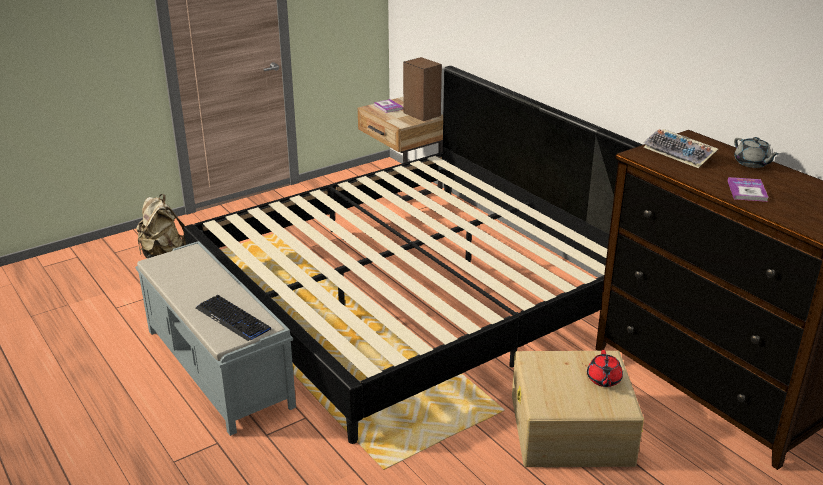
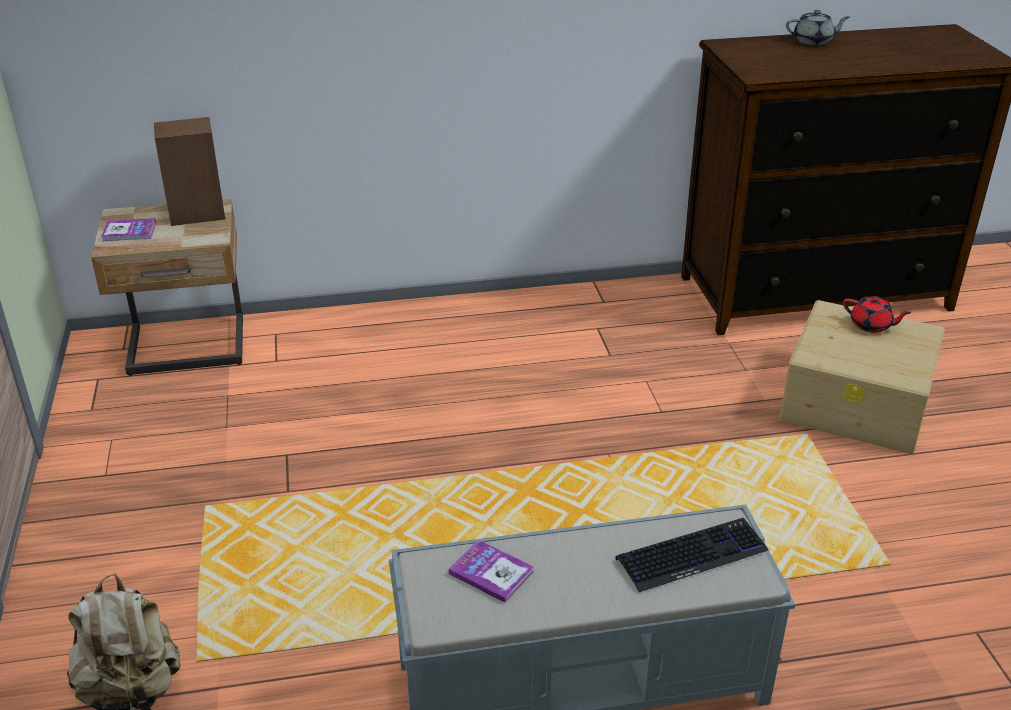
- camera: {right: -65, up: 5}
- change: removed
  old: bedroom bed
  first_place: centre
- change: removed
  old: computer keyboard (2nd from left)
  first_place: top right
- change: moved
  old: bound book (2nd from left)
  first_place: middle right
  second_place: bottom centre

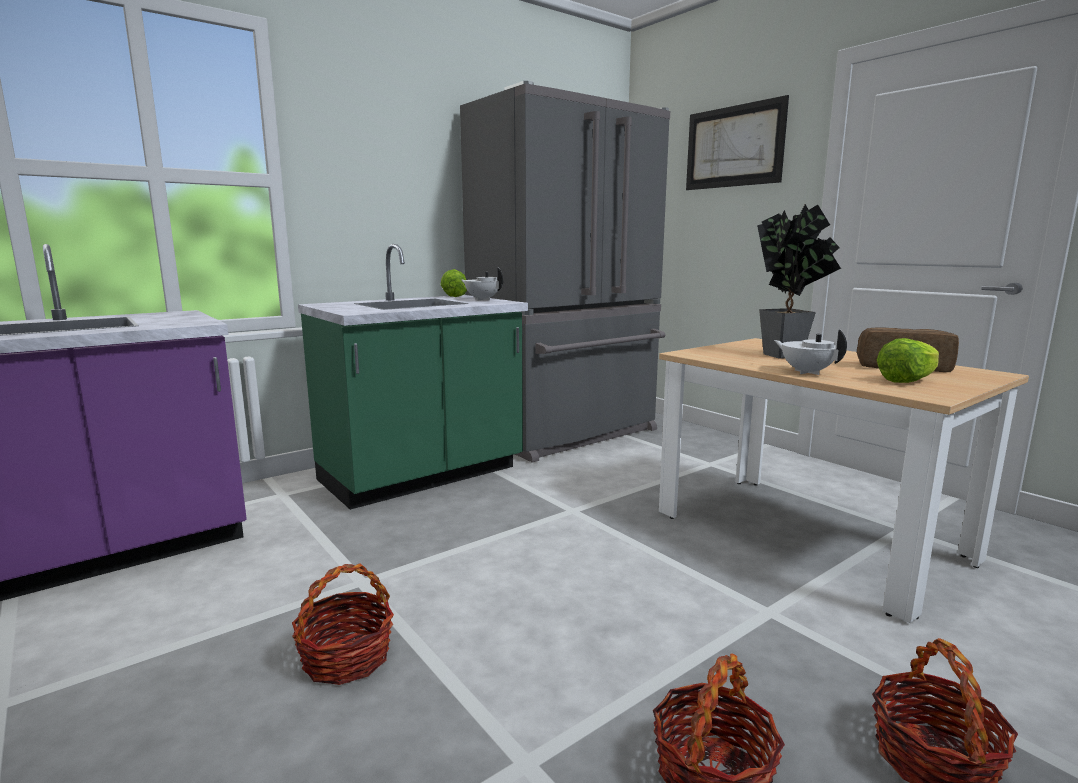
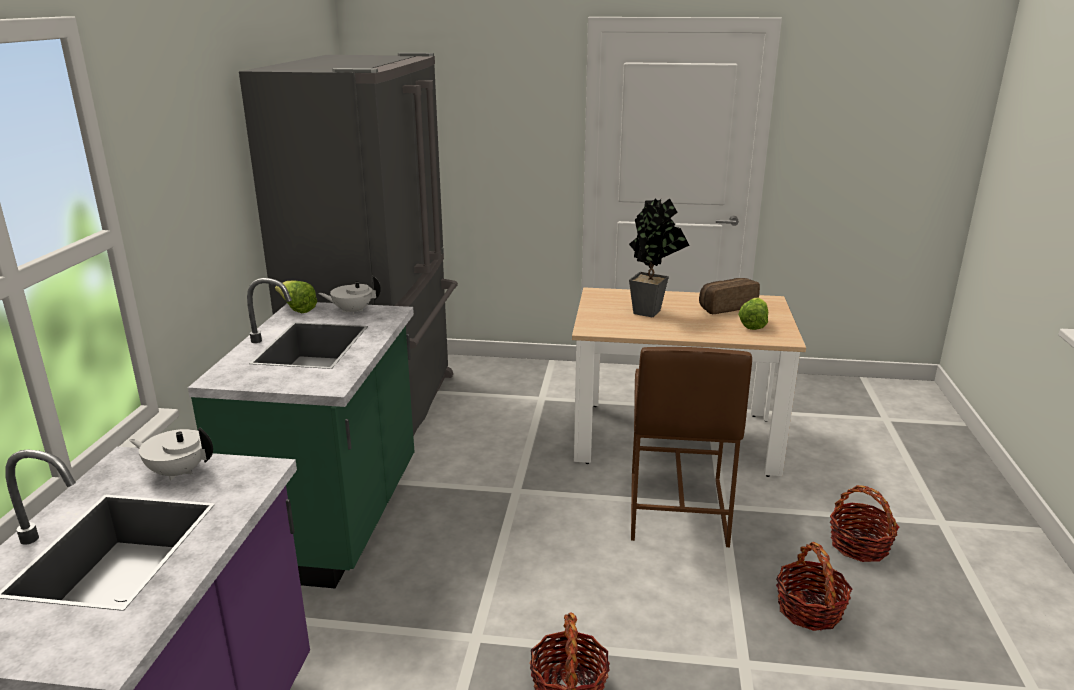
- camera: {right: -45, up: 10}
- change: removed
  old: wall picture
  first_place: top right
- change: added
  new: stool (brown-coloured)
  second_place: centre
- change: moved
  old: pot for tea (white-coloured) (2nd from left in the first image)
  new: pot for tea (white-coloured) (1st from left)
  first_place: middle right
  second_place: middle left

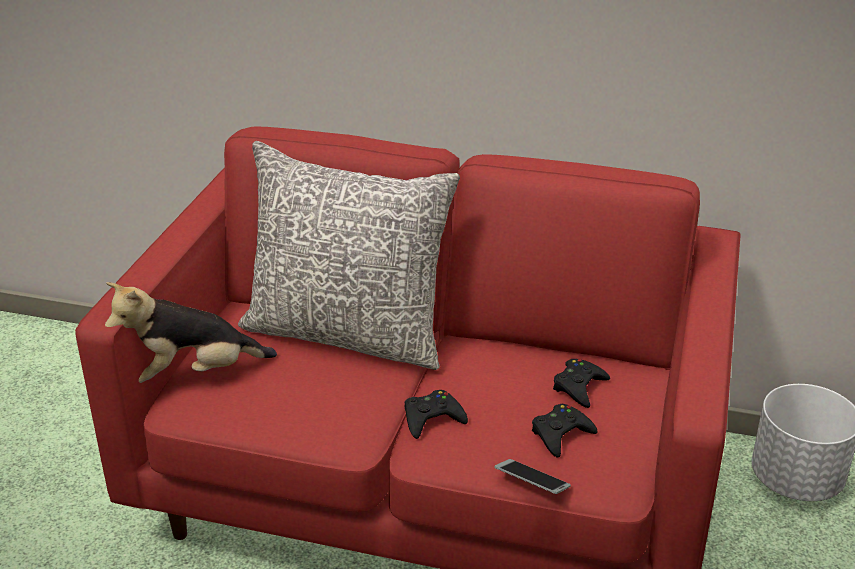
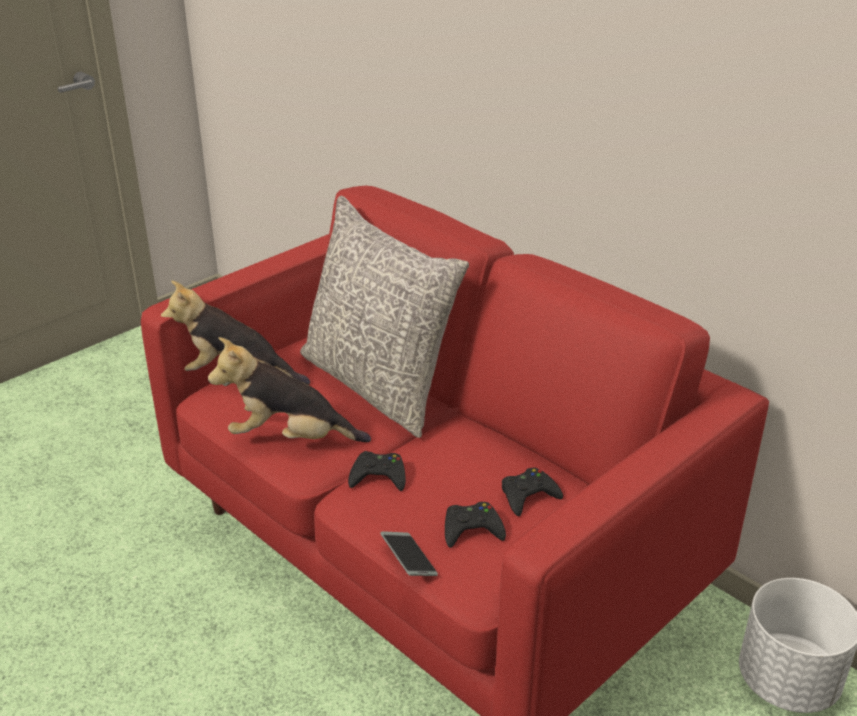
- camera: {right: 30, up: 0}
- change: added
  new: cuddly toy (2nd from left)
  second_place: centre

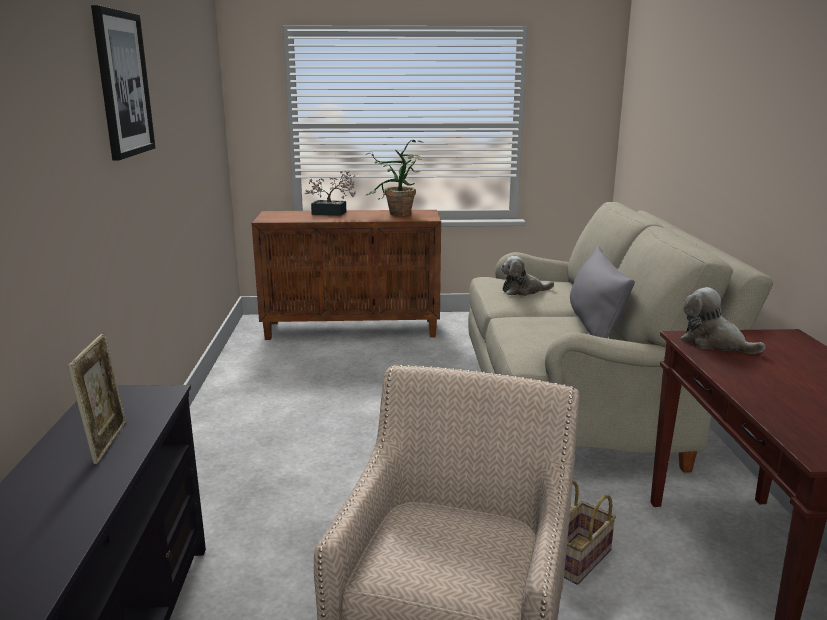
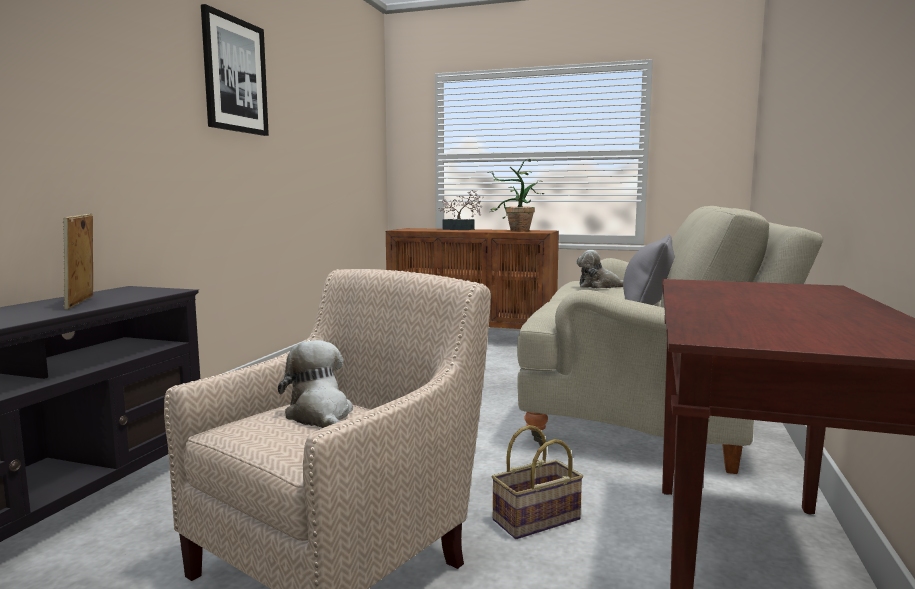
- camera: {right: 20, up: -10}
- change: moved
  old: cuddly toy (2nd from left in the first image)
  new: cuddly toy (1st from left)
  first_place: middle right
  second_place: centre
- change: turned
  old: photo frame
  first_place: middle left
  second_place: middle left
  degrees: 150

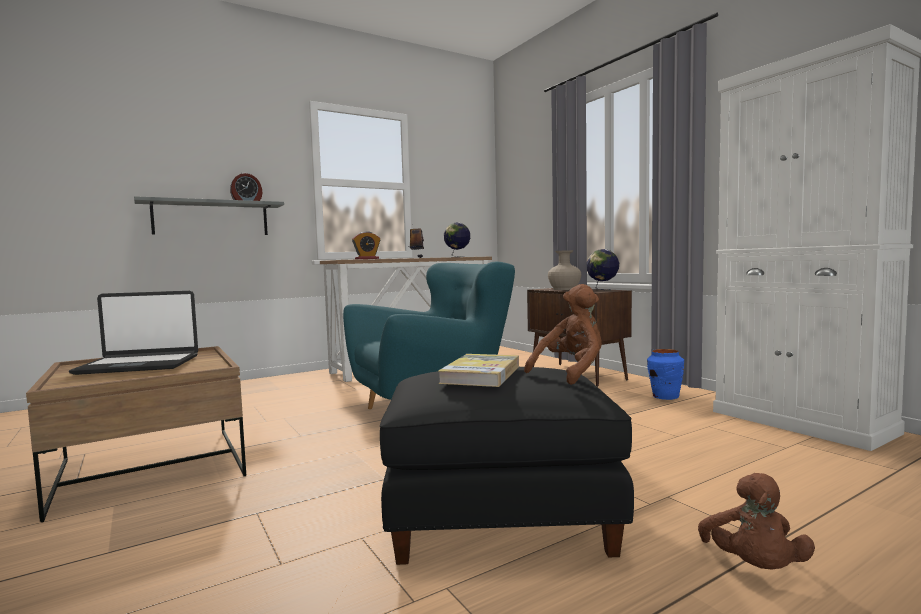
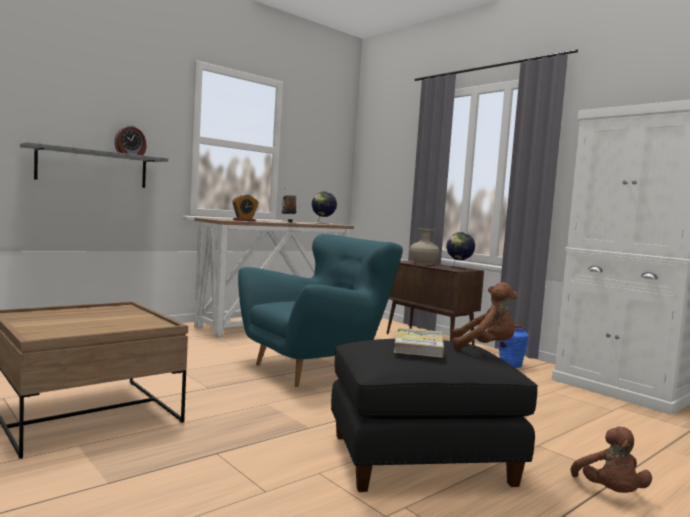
- camera: {right: -10, up: 0}
- change: removed
  old: portable computer
  first_place: middle left
- change: turned
  old: cuddly toy (brown-coloured) (1st from left)
  first_place: centre
  second_place: middle right
  degrees: 60

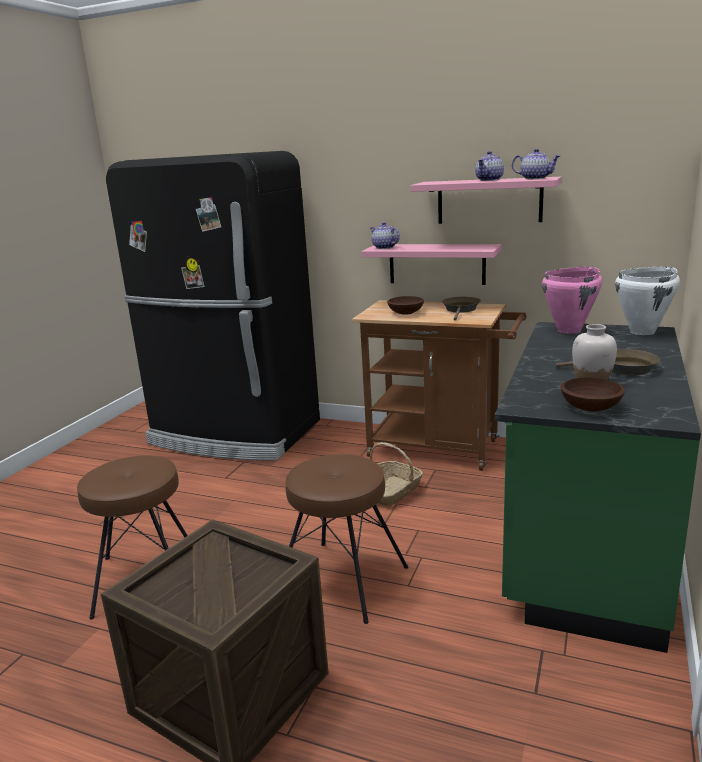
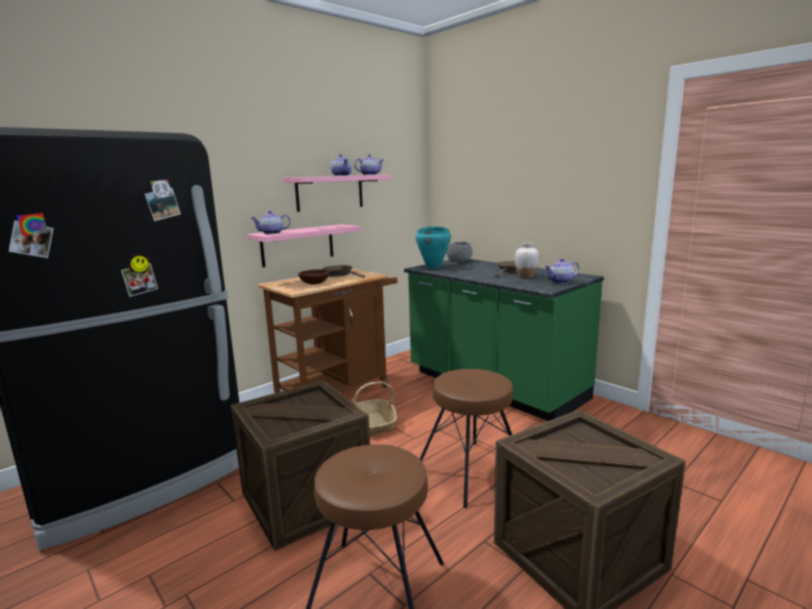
- camera: {right: -65, up: -5}
- change: added
  new: packing crate (1st from left)
  second_place: bottom centre
- change: replaced
  old: deep dish (brown-coloured) (2nd from left)
  new: pot for tea (4th from left)
  first_place: middle right
  second_place: middle right
- change: replaced
  old: cooking pot (white-coloured)
  new: deep dish (gray)
  first_place: middle right
  second_place: centre
- change: recoloured
  old: cooking pot (pink-coloured)
  new: cooking pot (turquoise-coloured)
  first_place: middle right
  second_place: centre

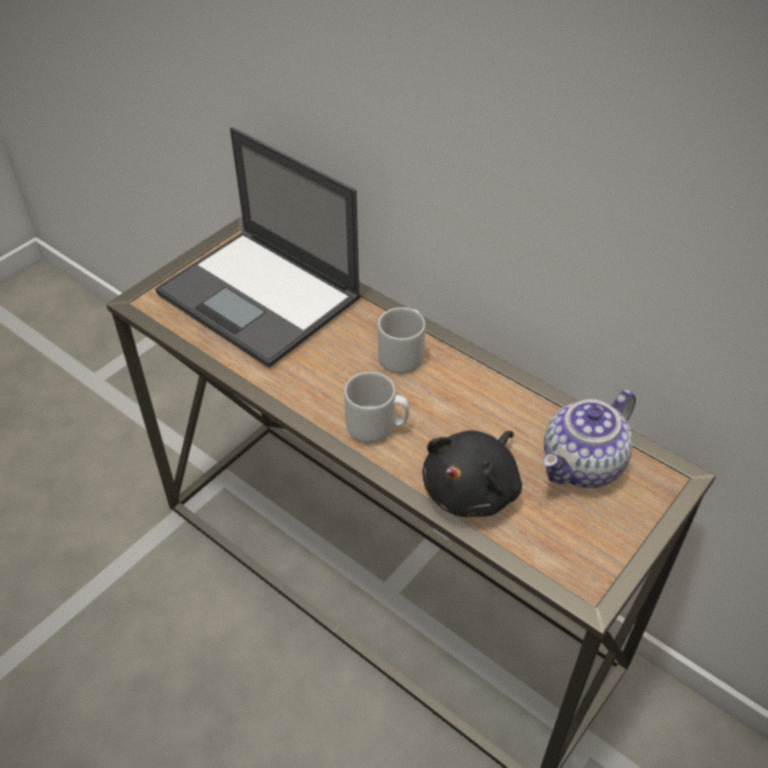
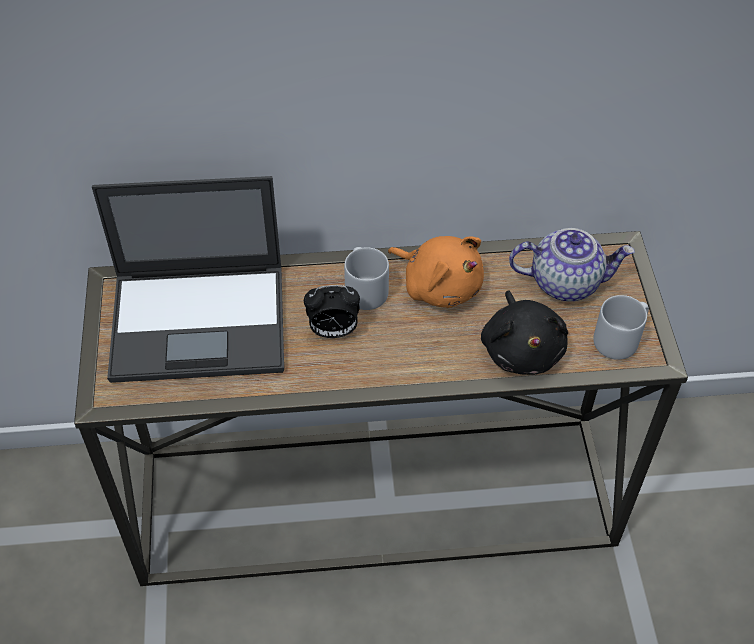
- camera: {right: -45, up: 5}
- change: added
  new: bedside clock
  second_place: centre
- change: added
  new: cuddly toy (orange)
  second_place: centre
- change: moved
  old: coffee mug (gray) (1st from left in the first image)
  new: coffee mug (gray) (2nd from left)
  first_place: centre
  second_place: middle right
- change: turned
  old: pot for tea
  first_place: middle right
  second_place: middle right
  degrees: -90

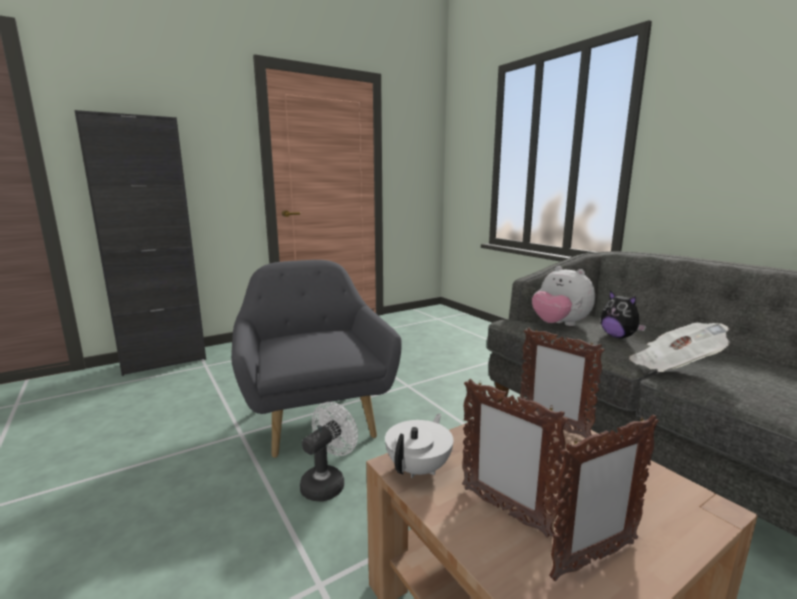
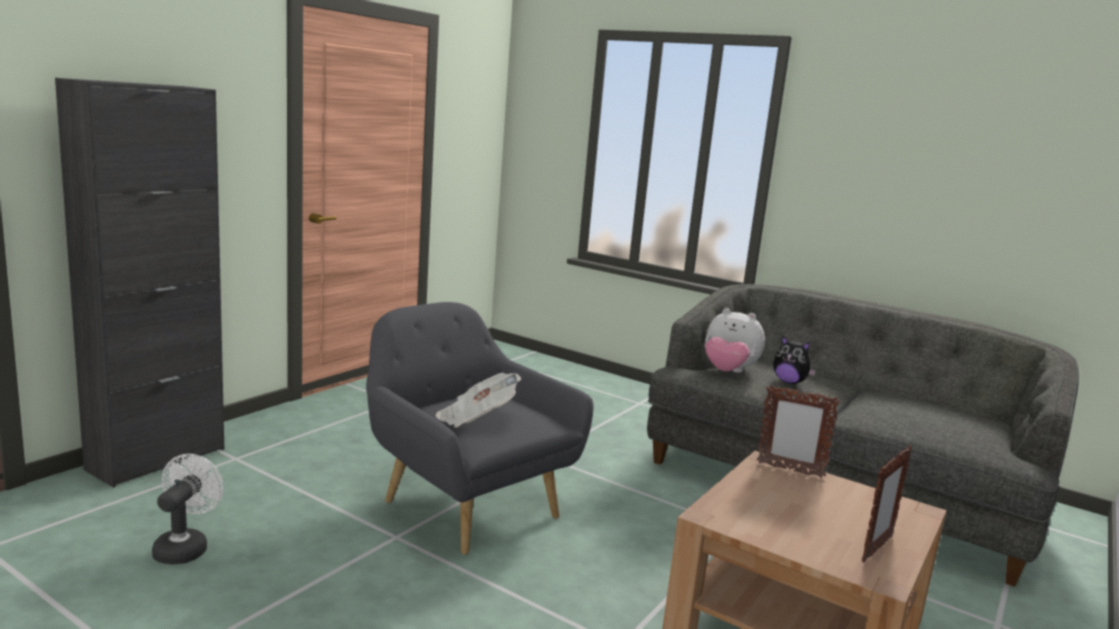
- camera: {right: -25, up: 0}
- change: removed
  old: pot for tea (white-coloured)
  first_place: bottom centre
- change: removed
  old: photo frame (1st from left)
  first_place: bottom centre
- change: moved
  old: cooling fan (white-coloured)
  first_place: bottom centre
  second_place: bottom left
- change: moved
  old: daily paper
  first_place: middle right
  second_place: centre

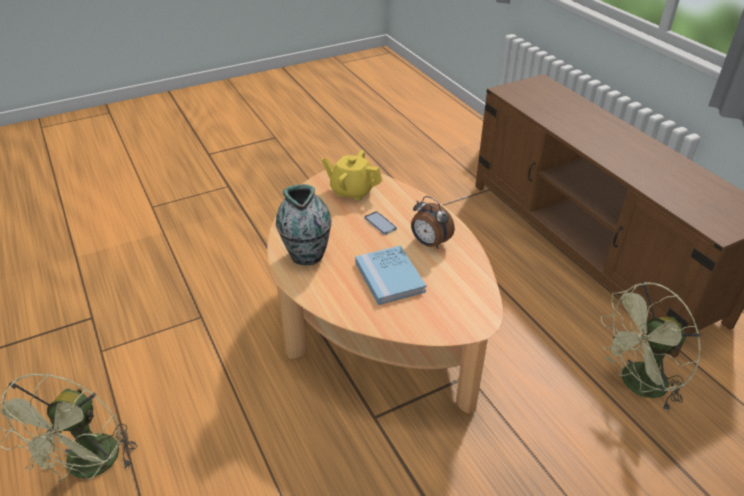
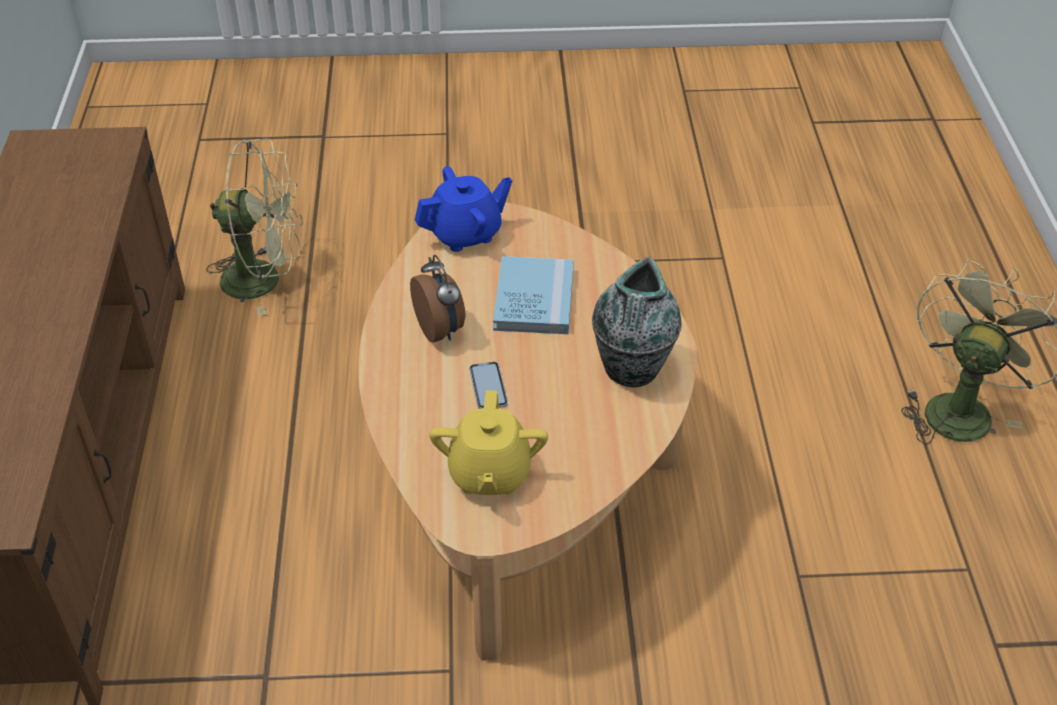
- camera: {right: -155, up: 5}
- change: added
  new: pot for tea (blue)
  second_place: top centre
- change: turned
  old: pot for tea (yellowish)
  first_place: centre
  second_place: centre
  degrees: 45

